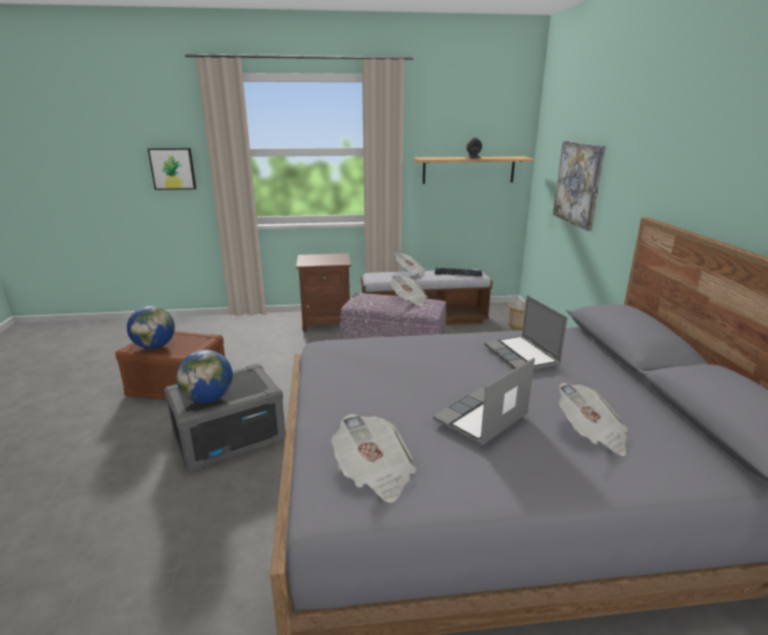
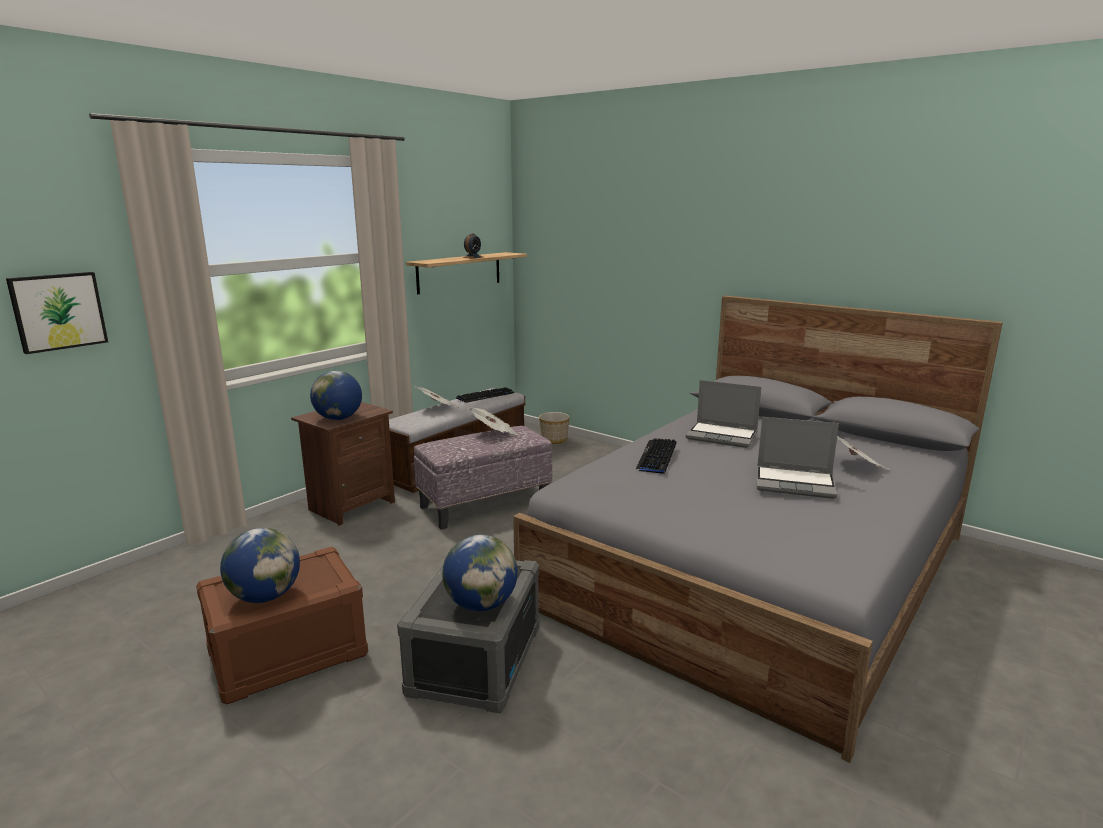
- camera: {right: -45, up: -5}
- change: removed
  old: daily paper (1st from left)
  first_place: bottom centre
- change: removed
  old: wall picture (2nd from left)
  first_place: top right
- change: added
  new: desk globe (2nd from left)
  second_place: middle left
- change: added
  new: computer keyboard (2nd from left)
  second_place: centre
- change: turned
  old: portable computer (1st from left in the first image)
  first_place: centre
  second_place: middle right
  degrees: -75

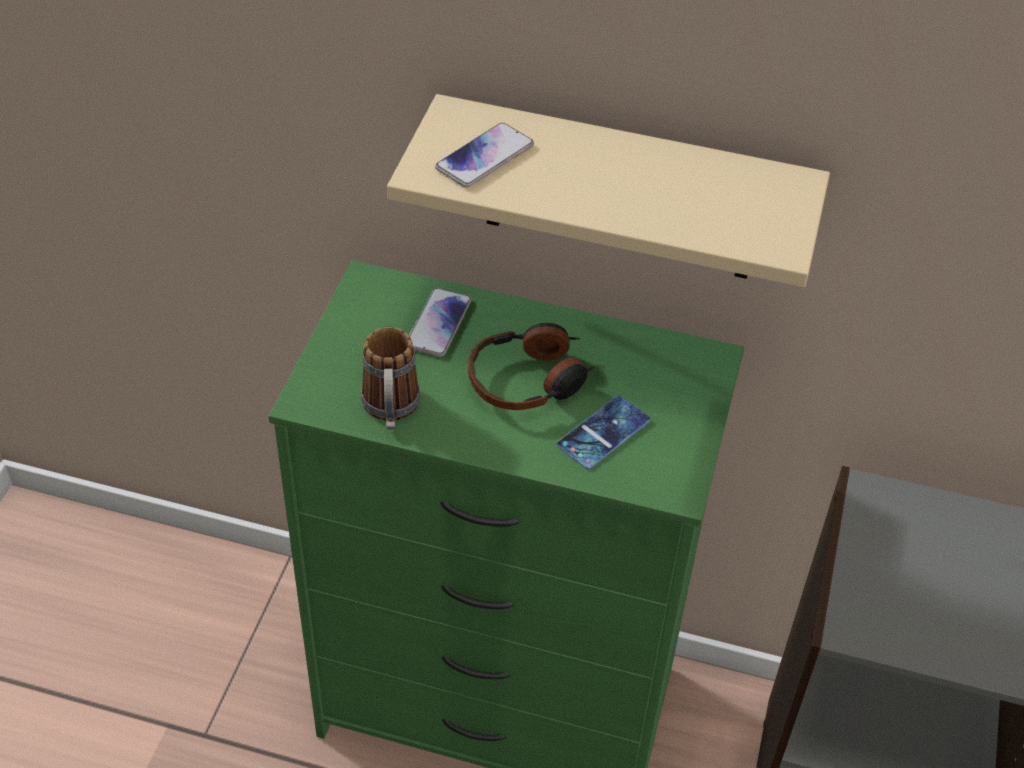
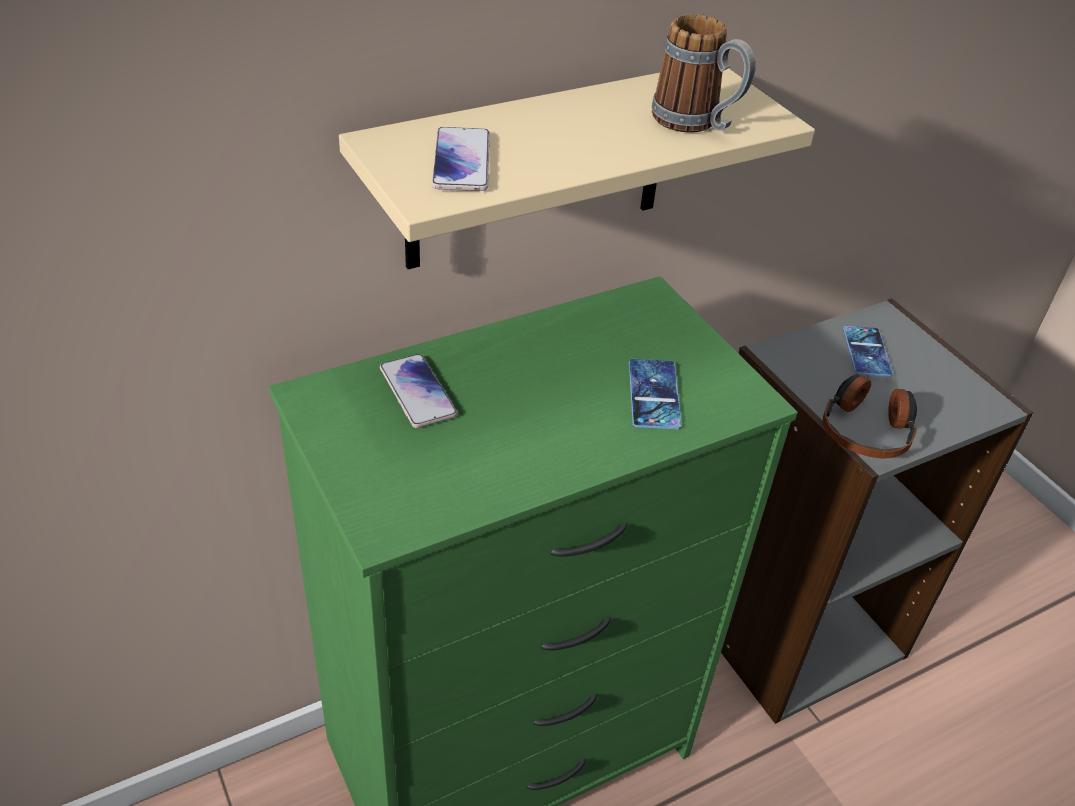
- camera: {right: -45, up: -5}
- change: added
  new: phone (4th from left)
  second_place: middle right
- change: moved
  old: coffee mug
  first_place: centre
  second_place: top centre
- change: moved
  old: pair of headphones
  first_place: centre
  second_place: middle right

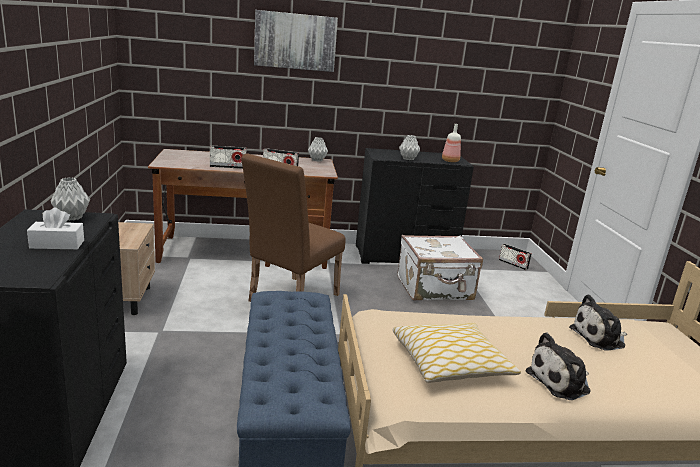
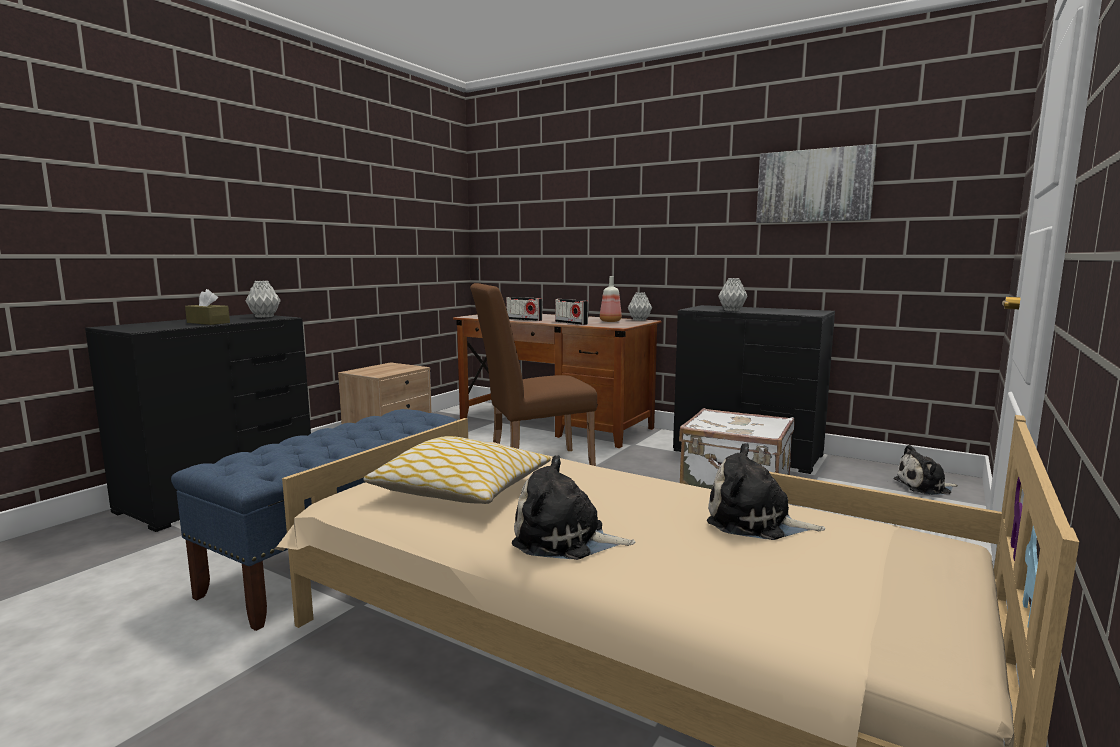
- camera: {right: 40, up: -10}
- change: moved
  old: wall picture
  first_place: top centre
  second_place: top right
- change: moved
  old: beverage bottle
  first_place: top centre
  second_place: centre
- change: replaced
  old: radio (3rd from left)
  new: cuddly toy (3rd from left)
  first_place: middle right
  second_place: middle right
- change: recoloured
  old: tissue holder (white-coloured)
  new: tissue holder (brown-coloured)
  first_place: middle left
  second_place: middle left

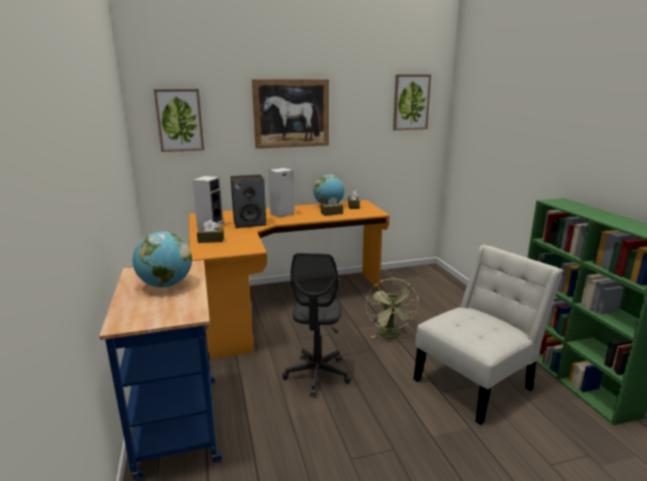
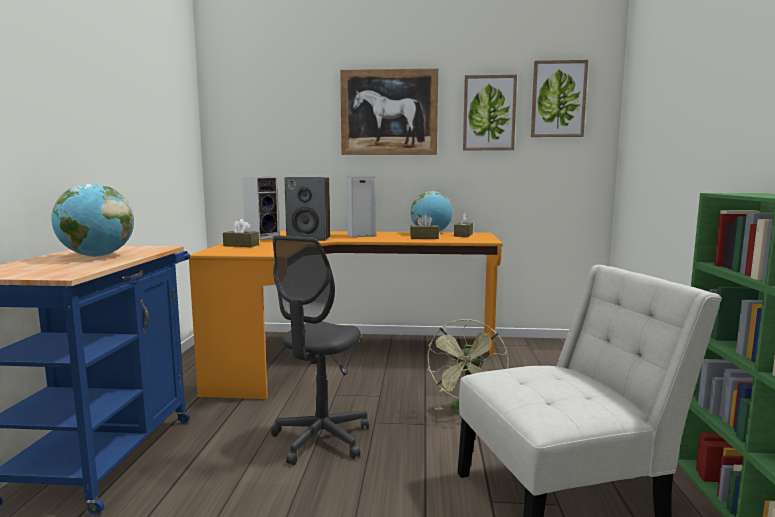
- camera: {right: 20, up: -10}
- change: moved
  old: wall picture (1st from left in the first image)
  new: wall picture (2nd from left)
  first_place: top left
  second_place: top centre

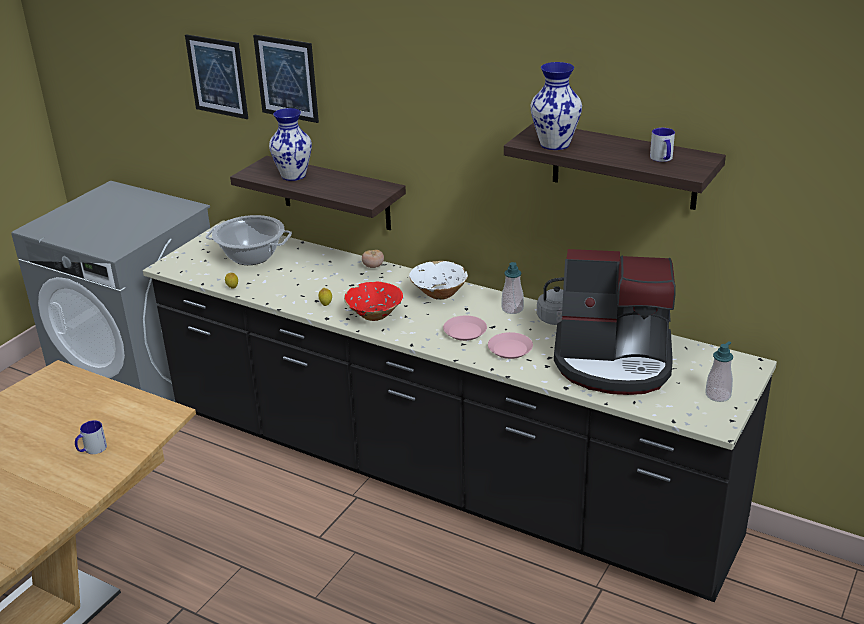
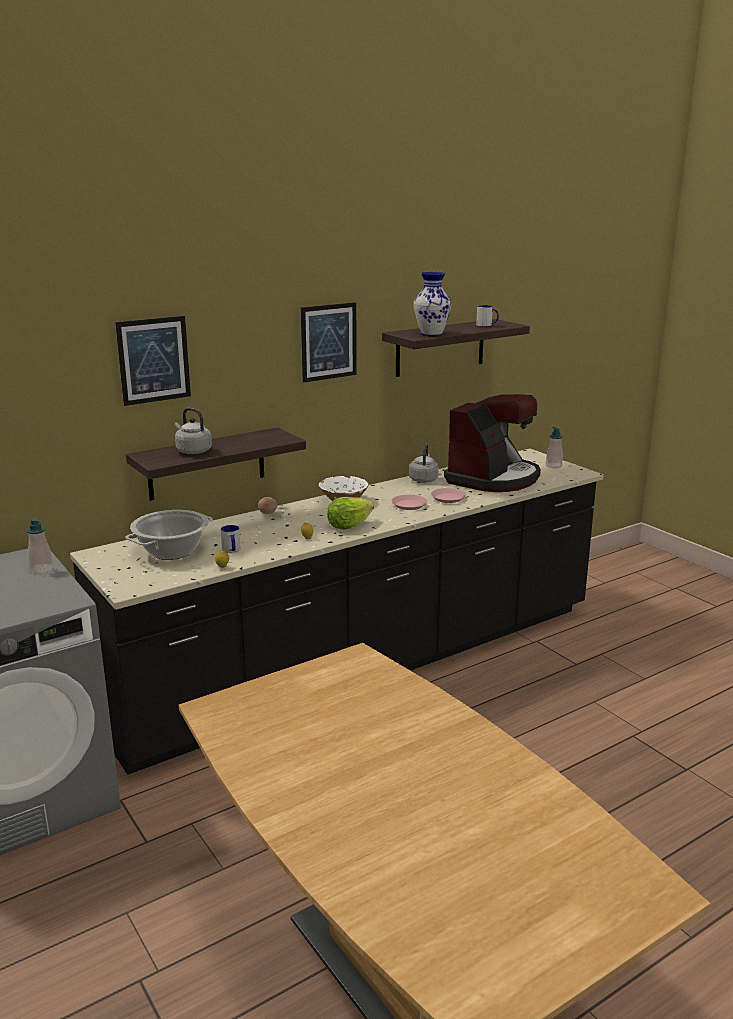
- camera: {right: -65, up: -10}
- change: moved
  old: coffee mug (1st from left)
  first_place: bottom left
  second_place: middle left
- change: moved
  old: wall picture (1st from left in the first image)
  new: wall picture (2nd from left)
  first_place: top left
  second_place: centre
- change: moved
  old: soap bottle (1st from left)
  first_place: centre
  second_place: middle left
- change: replaced
  old: vase (1st from left)
  new: tea kettle (gray) (1st from left)
  first_place: top centre
  second_place: middle left
- change: replaced
  old: deep dish (reddish)
  new: lettuce head
  first_place: centre
  second_place: centre

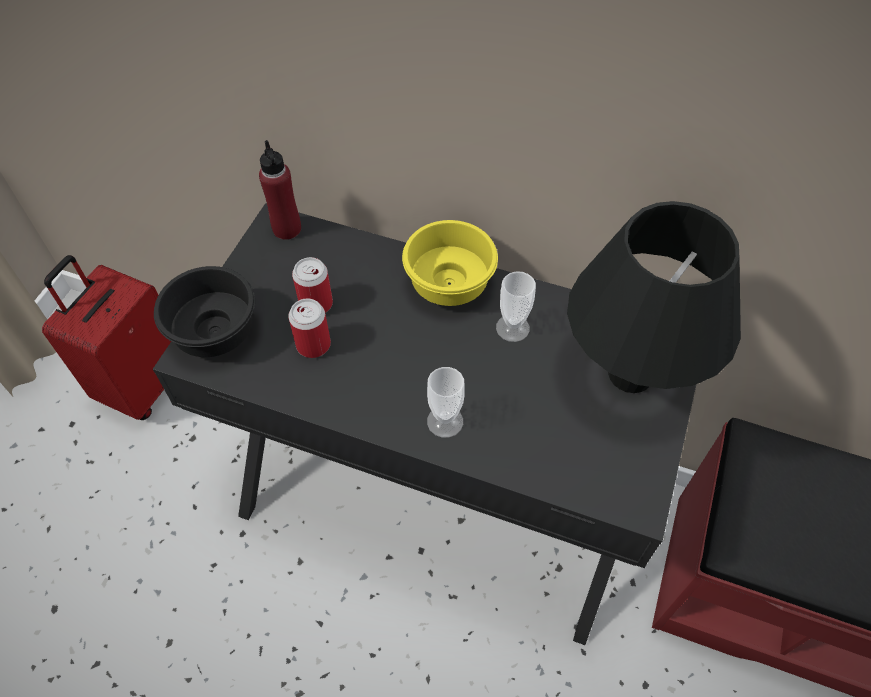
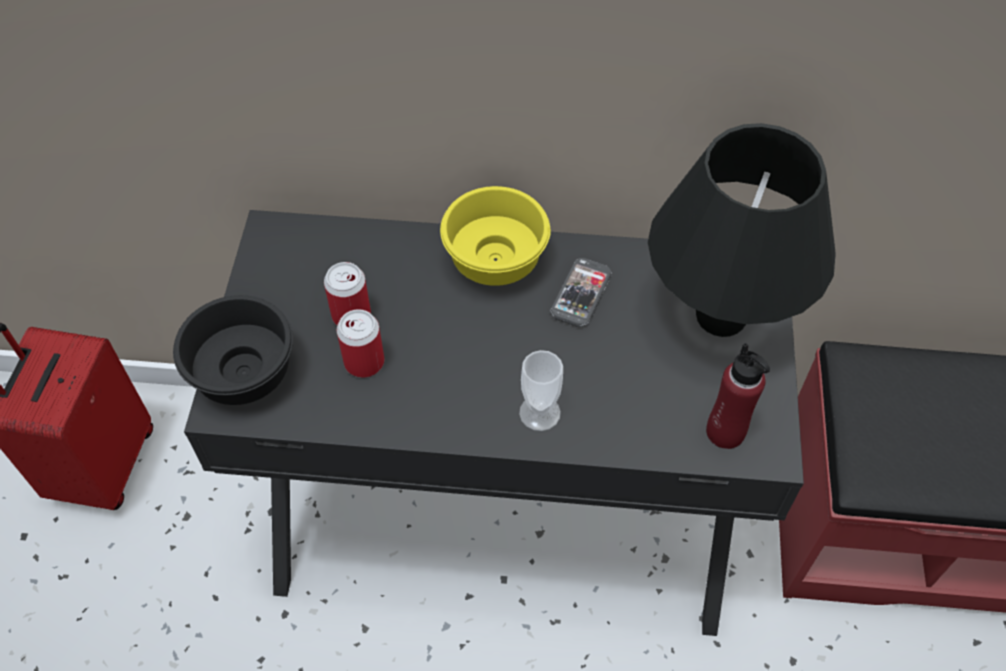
- camera: {right: -15, up: 0}
- change: moved
  old: beverage bottle (reddish)
  first_place: top left
  second_place: middle right
- change: replaced
  old: drinking cup (2nd from left)
  new: phone
  first_place: centre
  second_place: centre

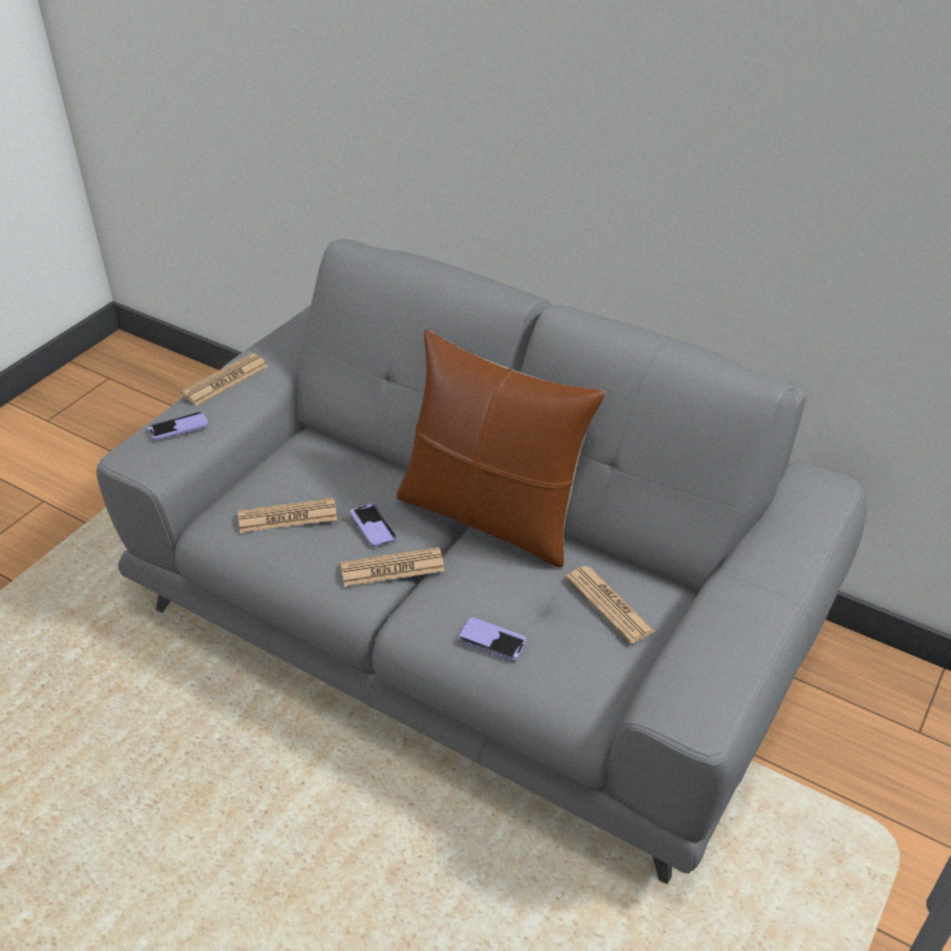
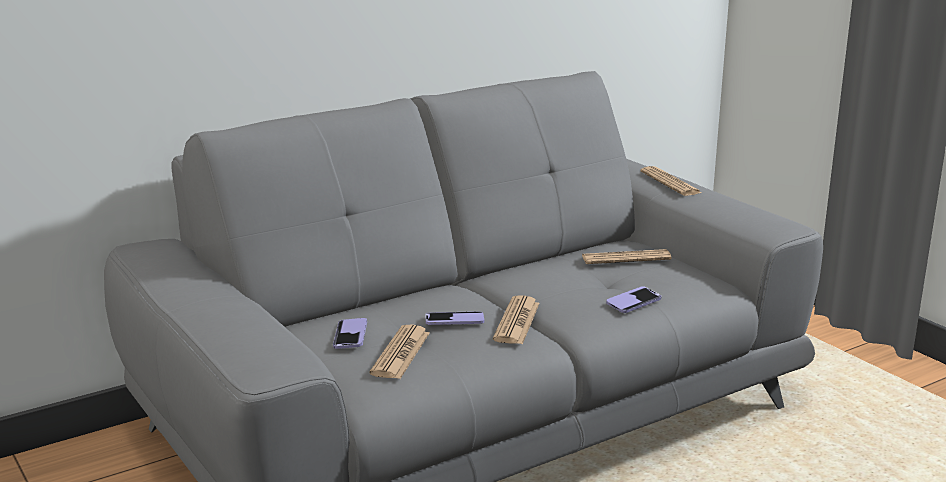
- camera: {right: -65, up: -20}
- change: removed
  old: cushion (brown-coloured)
  first_place: centre
- change: moved
  old: phone (1st from left)
  first_place: middle left
  second_place: bottom centre
- change: moved
  old: daily paper (1st from left in the first image)
  new: daily paper (4th from left)
  first_place: middle left
  second_place: middle right

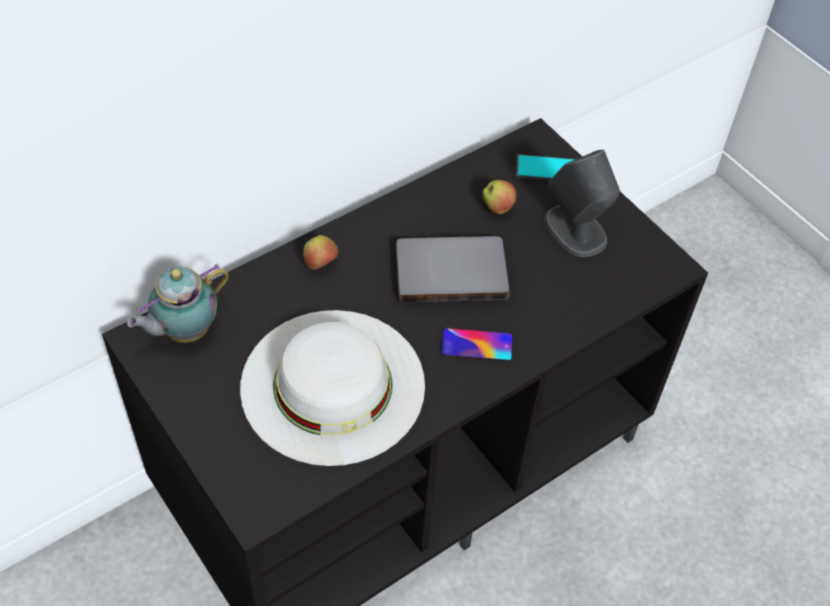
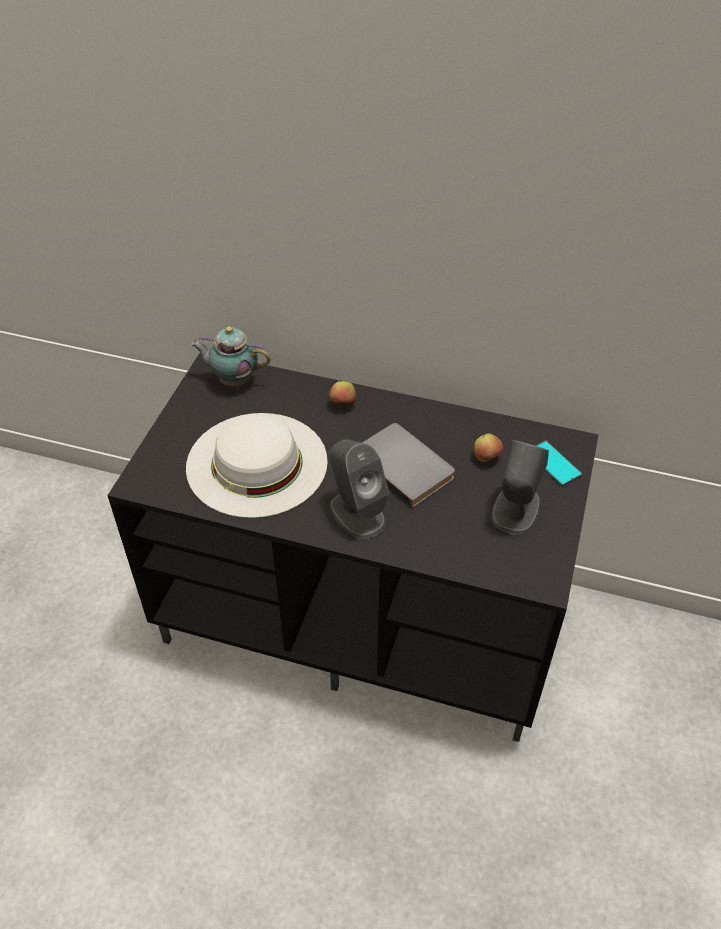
- camera: {right: 55, up: -5}
- change: replaced
  old: phone (1st from left)
  new: audio speaker (gray) (1st from left)
  first_place: centre
  second_place: centre

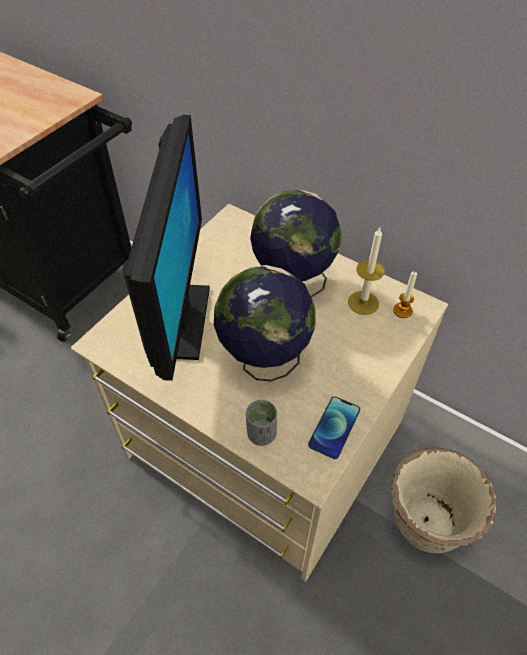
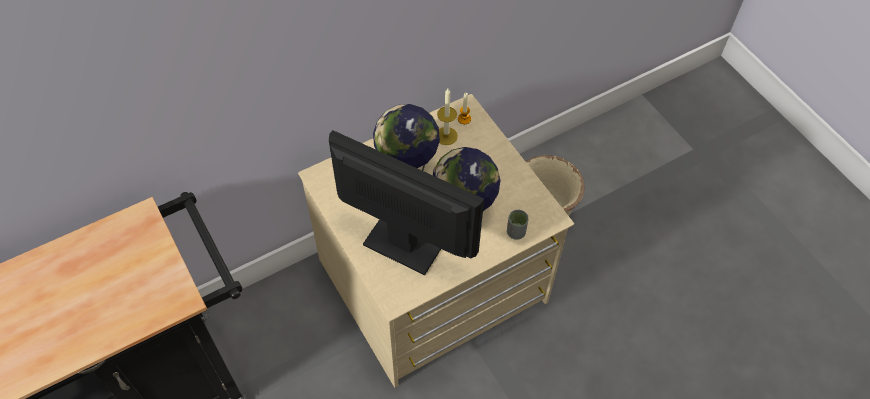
- camera: {right: -65, up: 5}
- change: removed
  old: phone
  first_place: centre

